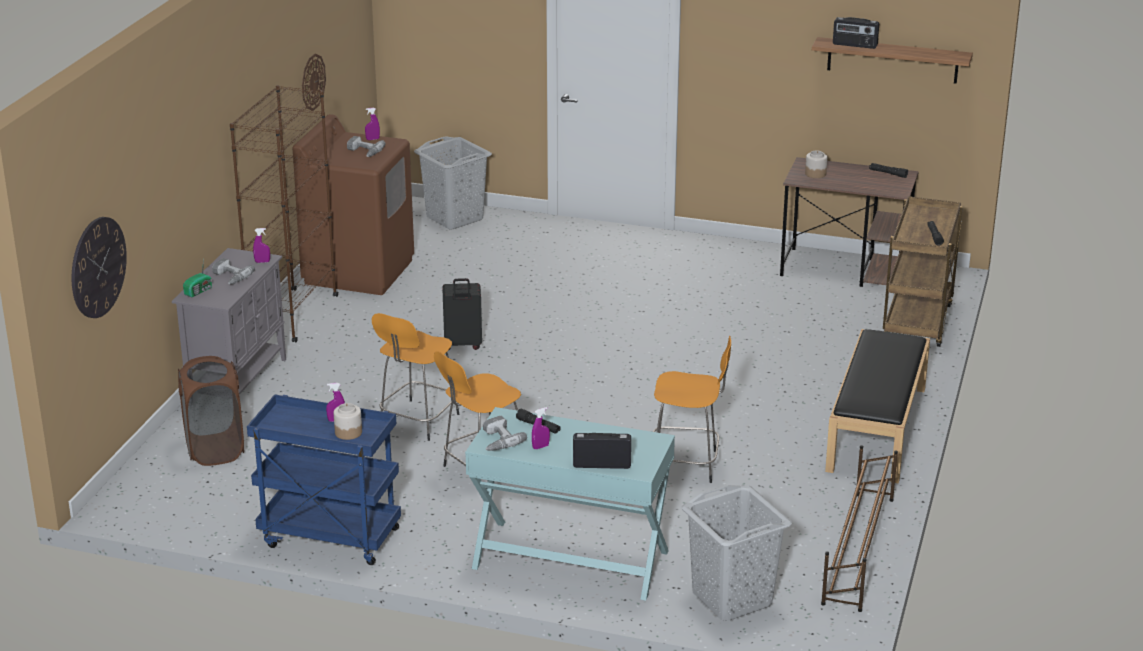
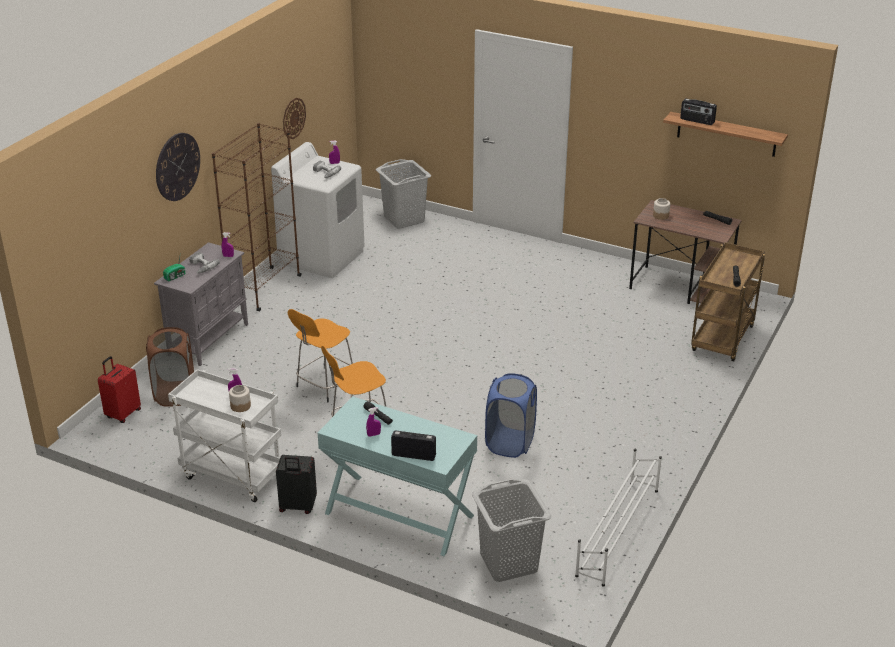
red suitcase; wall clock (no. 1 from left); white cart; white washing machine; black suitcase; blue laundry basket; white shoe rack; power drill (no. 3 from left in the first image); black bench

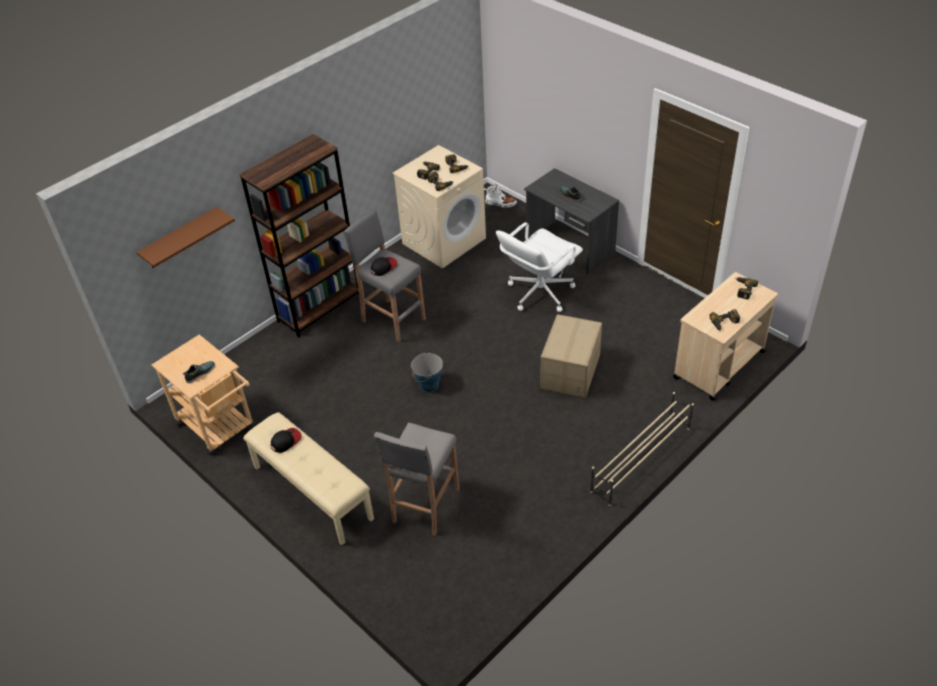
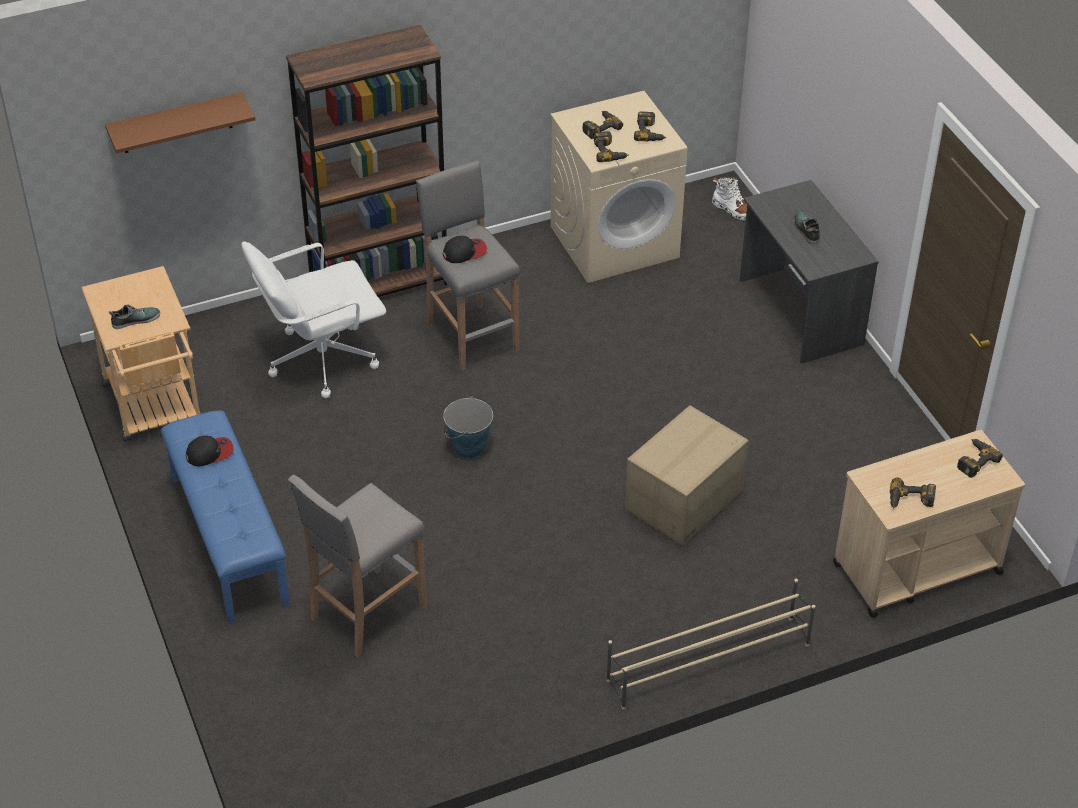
blue bench; white office chair

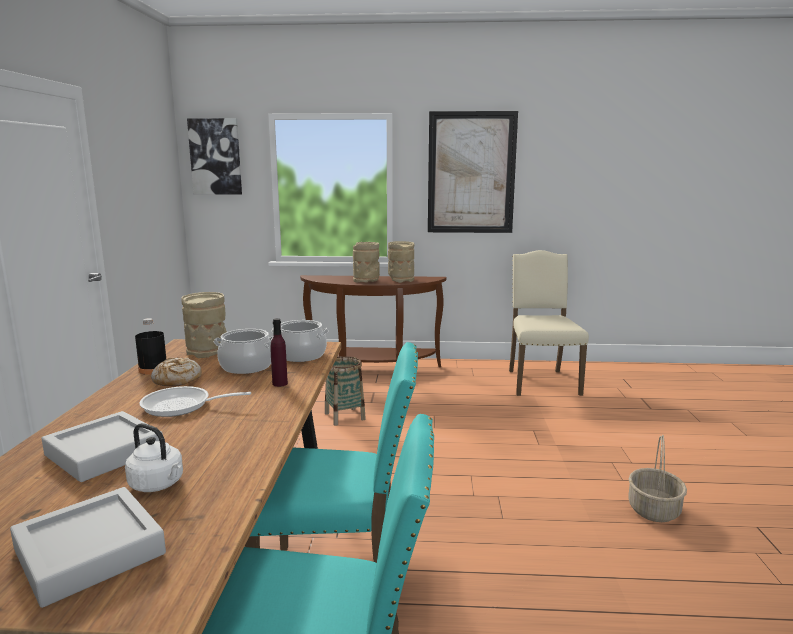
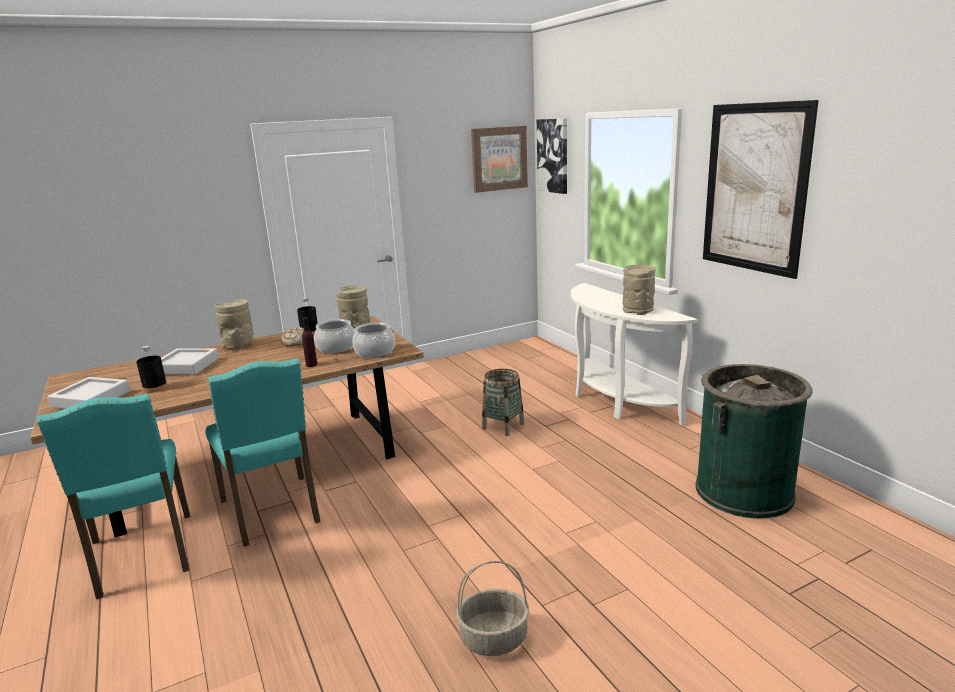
black bottle (no. 1 from left); beige vase (no. 1 from left); picture (no. 1 from left); white console table; green trash can; frying pan

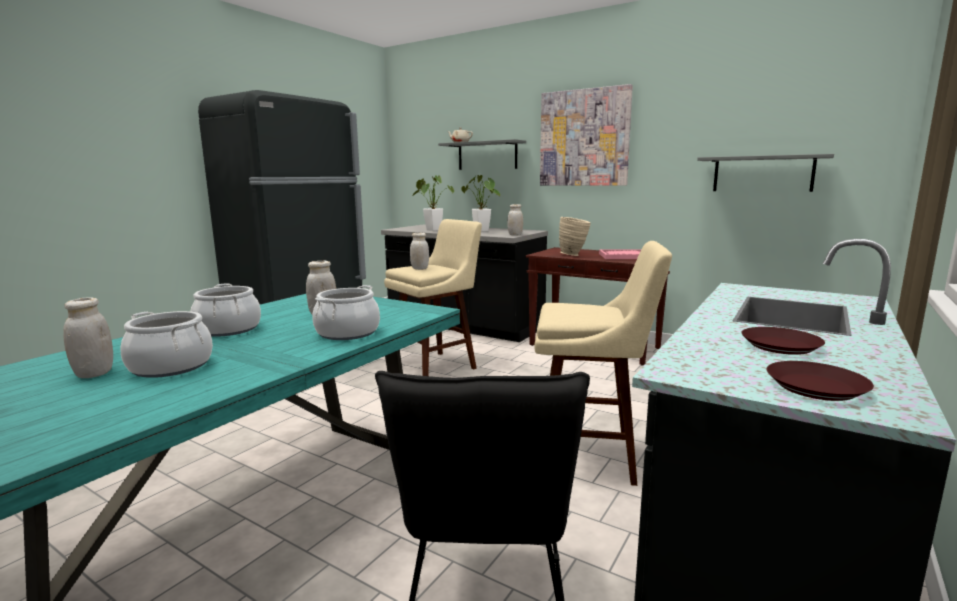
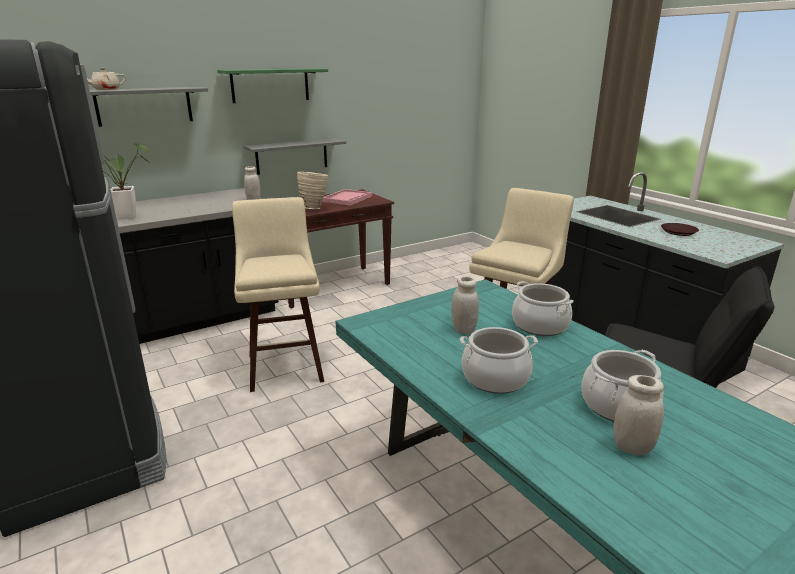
green shelf; grey shelf (no. 2 from left); white jar (no. 3 from left in the first image); potted plant (no. 2 from left in the first image); brown plate (no. 2 from left in the first image)

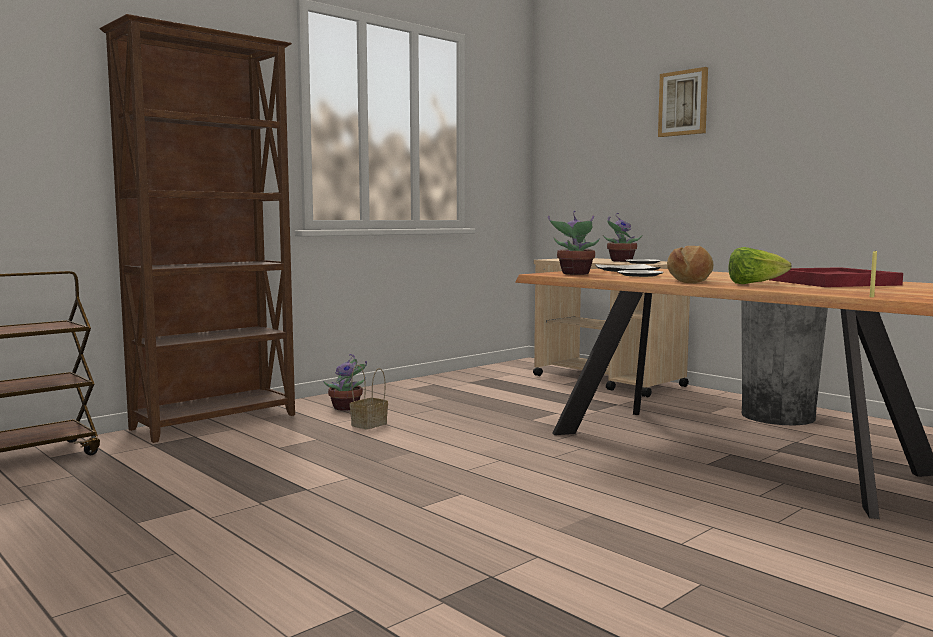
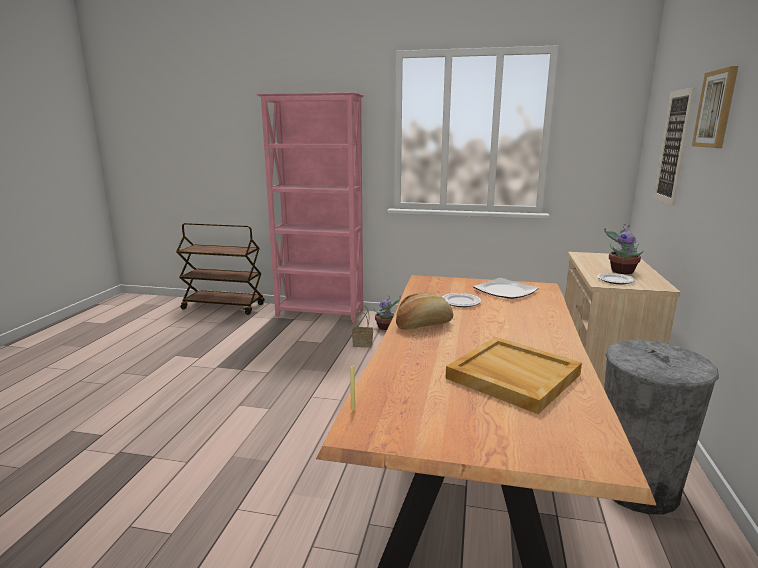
pink bookcase; beige tray; picture (no. 1 from left); potted plant (no. 2 from left in the first image); lettuce

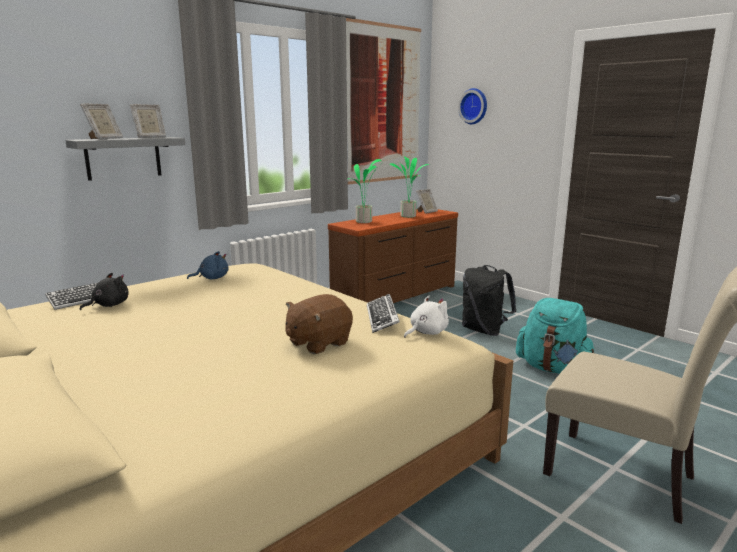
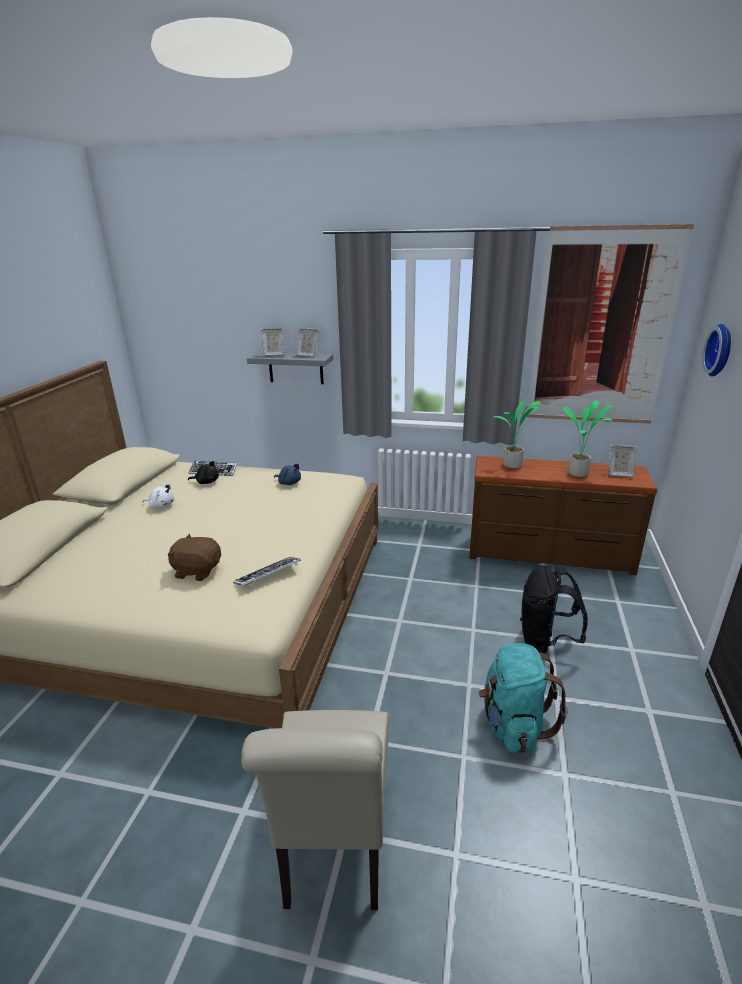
white plush toy

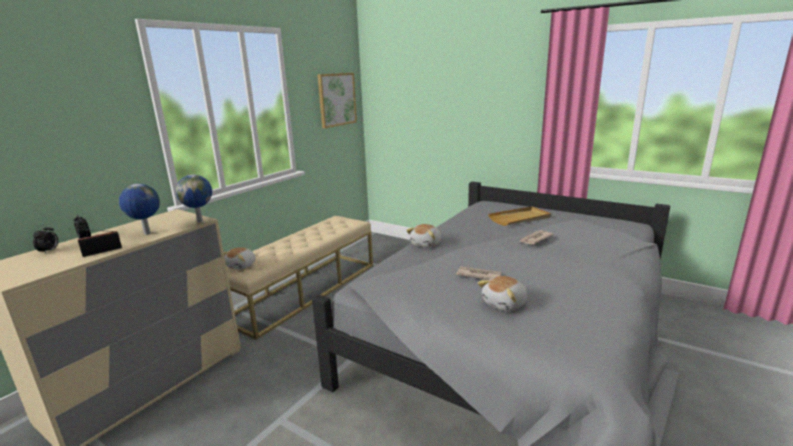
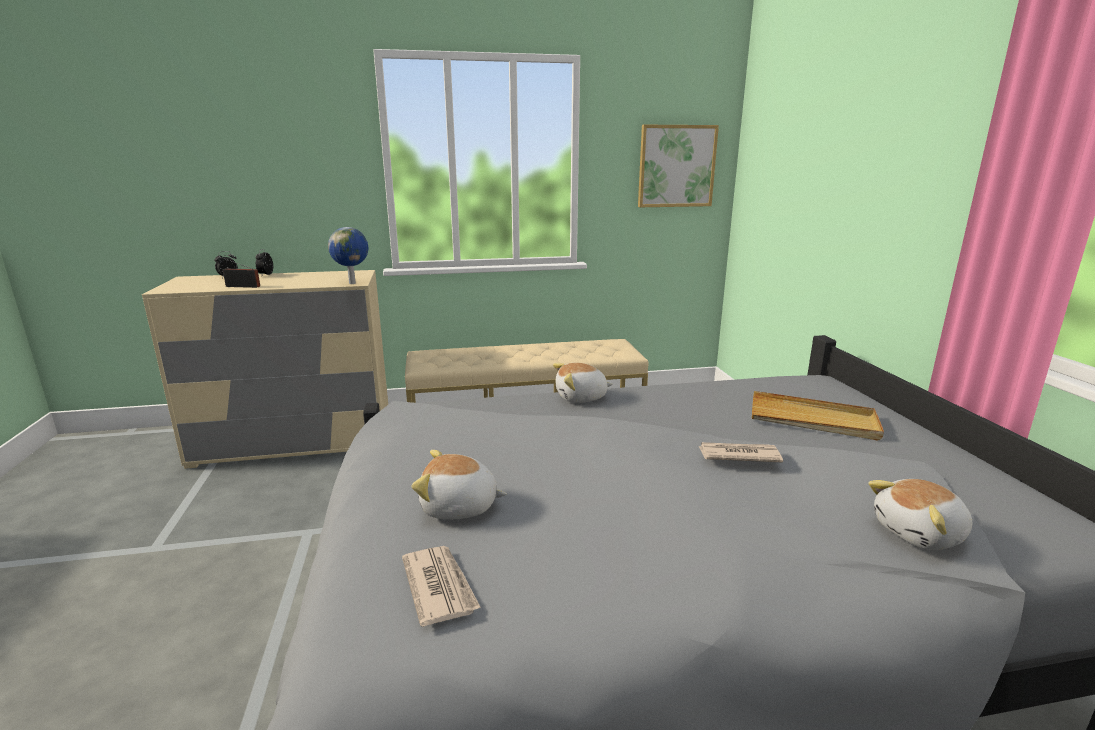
newspaper (no. 1 from left); plush toy (no. 3 from left); globe (no. 1 from left in the first image)

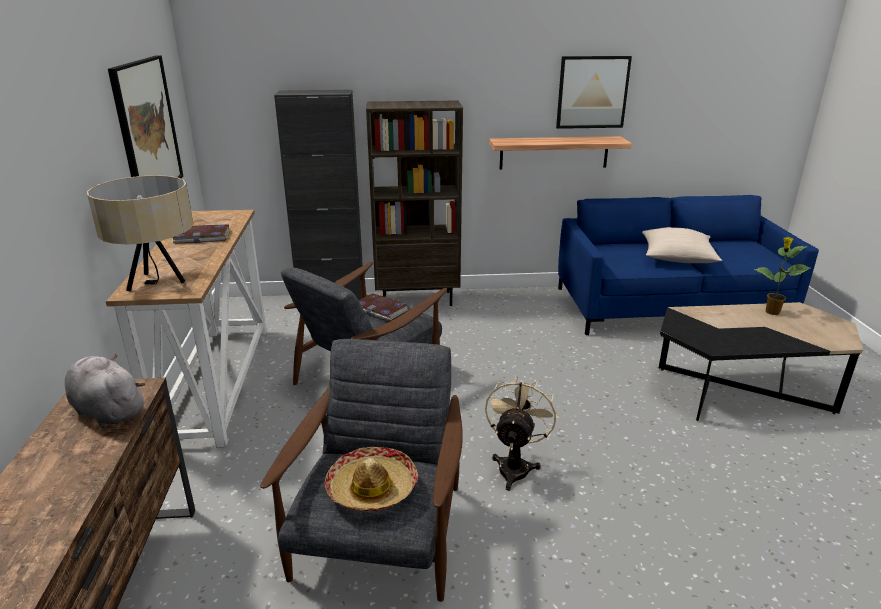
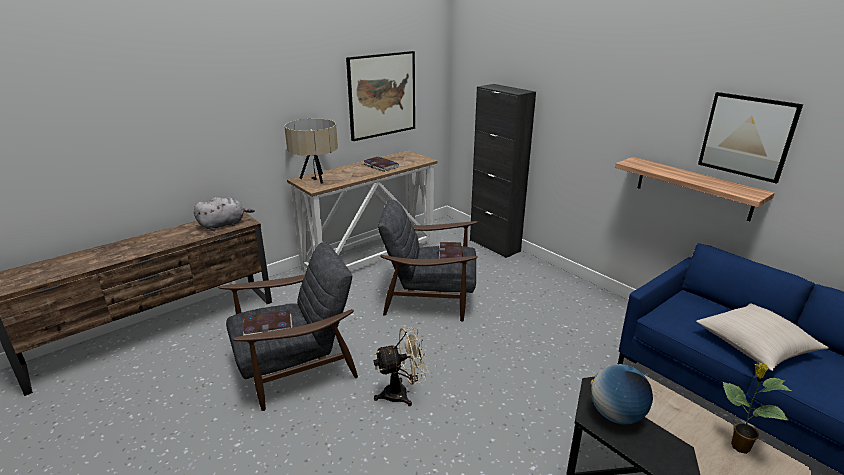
grey plush toy; book (no. 1 from left); globe; brown bookcase

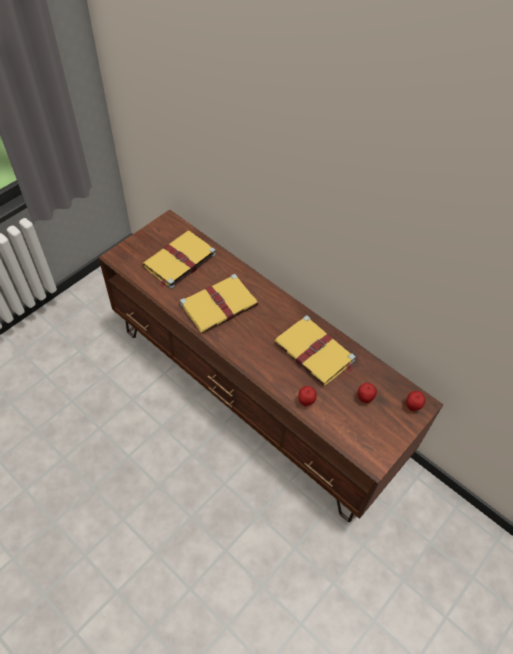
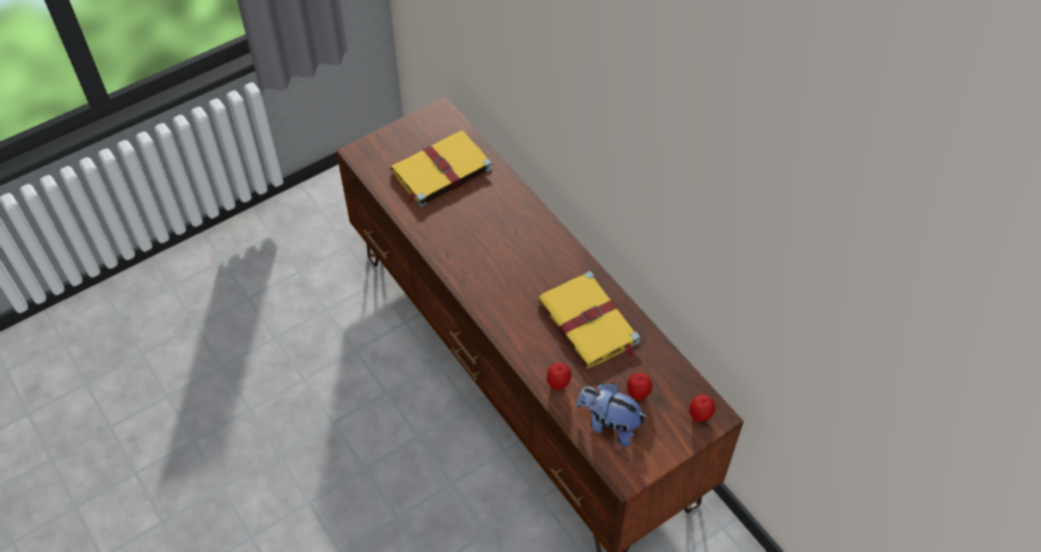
plush toy; yellow book (no. 2 from left in the first image)

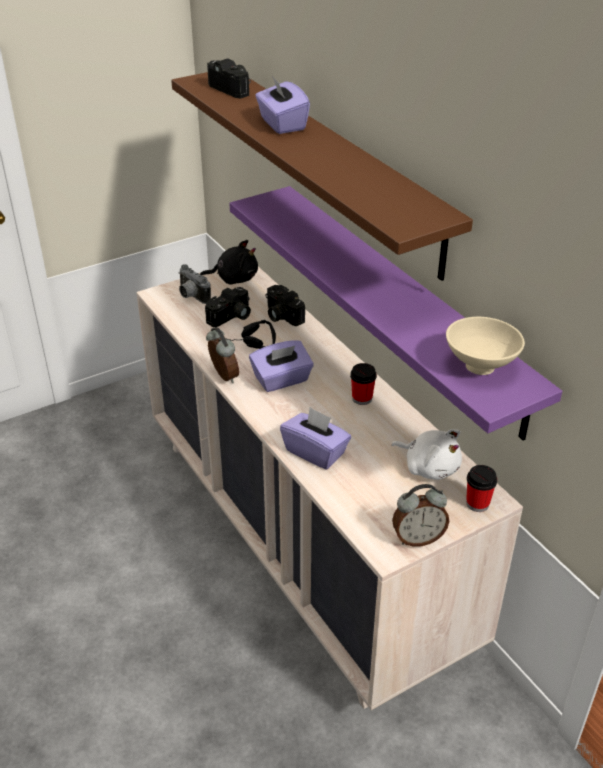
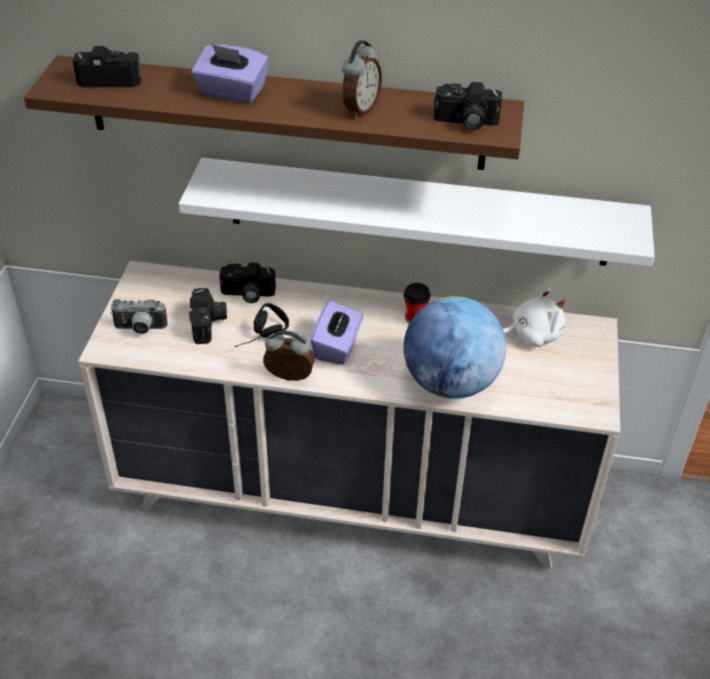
white shelf; alarm clock (no. 2 from left); globe; photo camera (no. 5 from left); black plush toy; beige bowl; cup (no. 2 from left in the first image)

